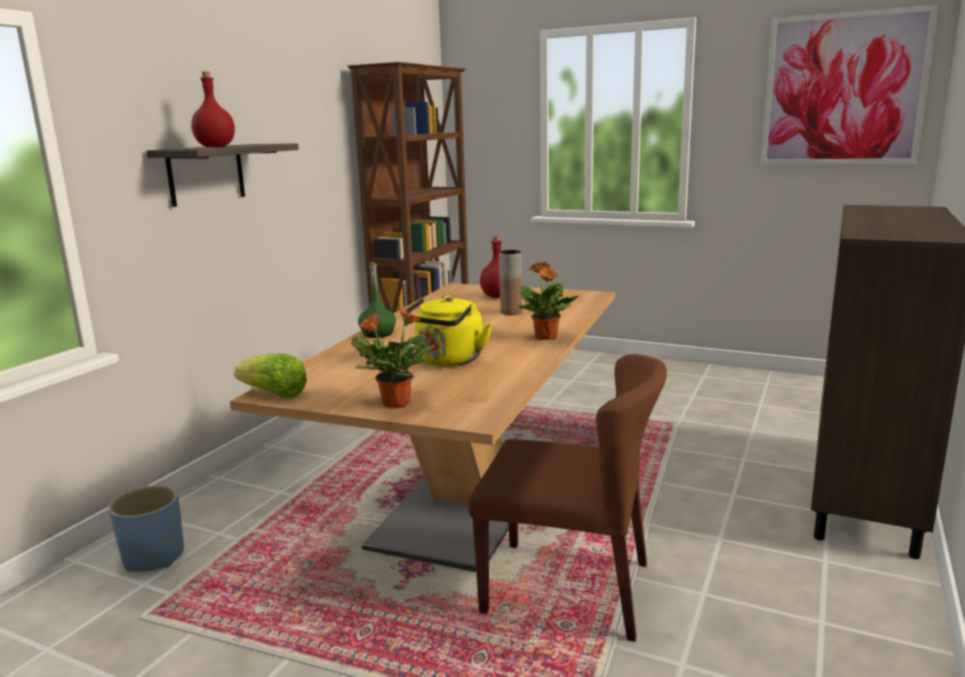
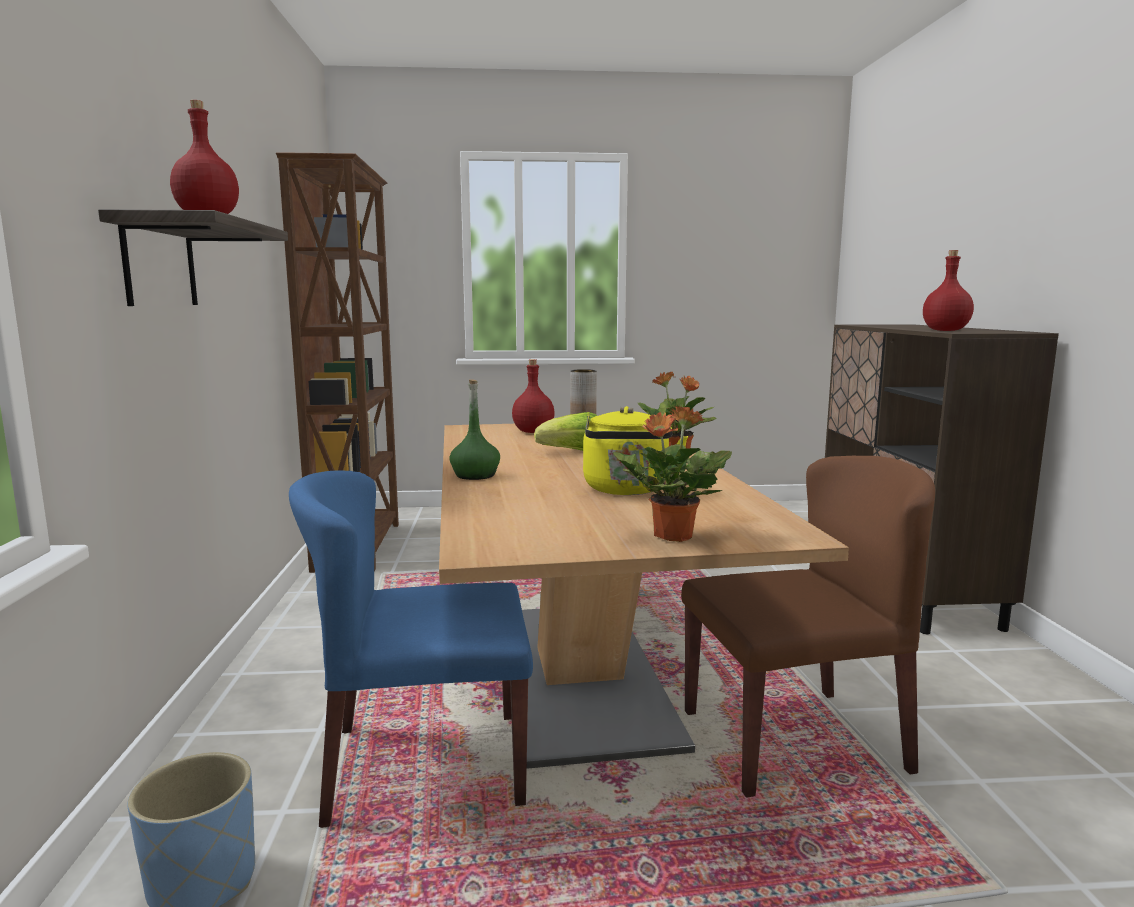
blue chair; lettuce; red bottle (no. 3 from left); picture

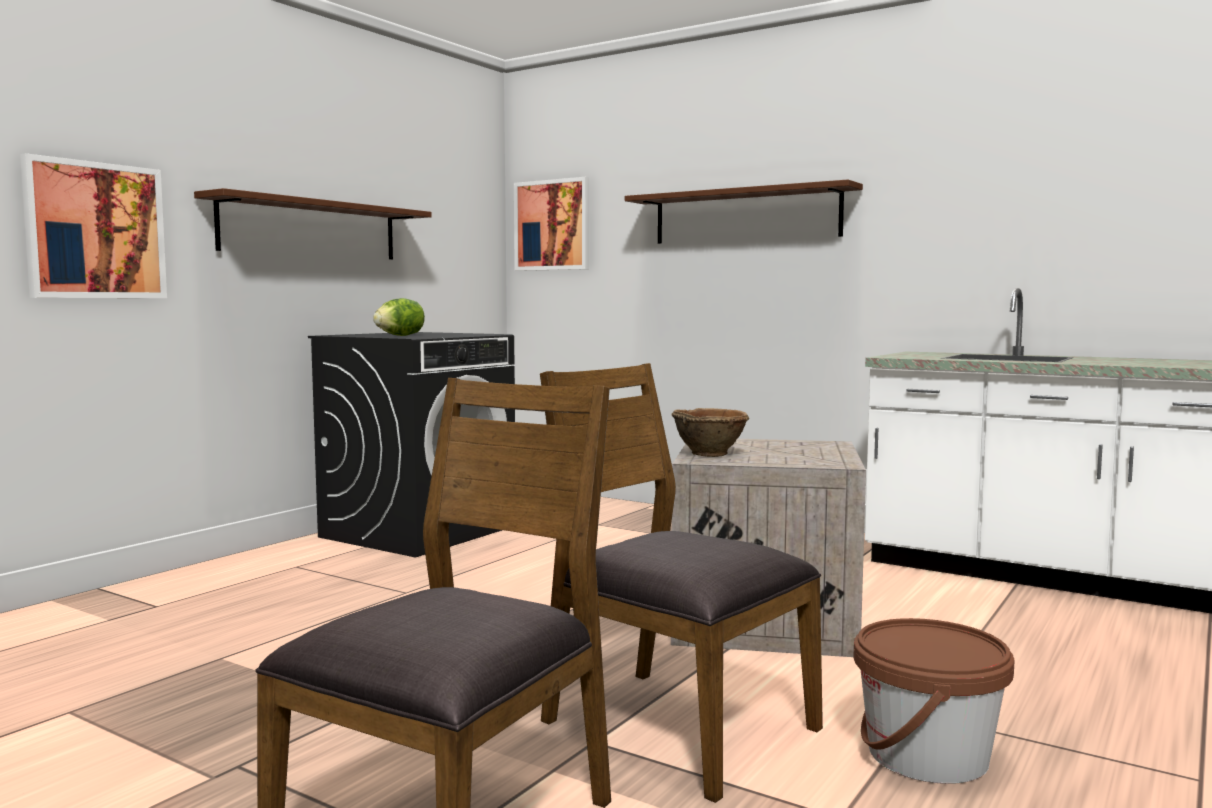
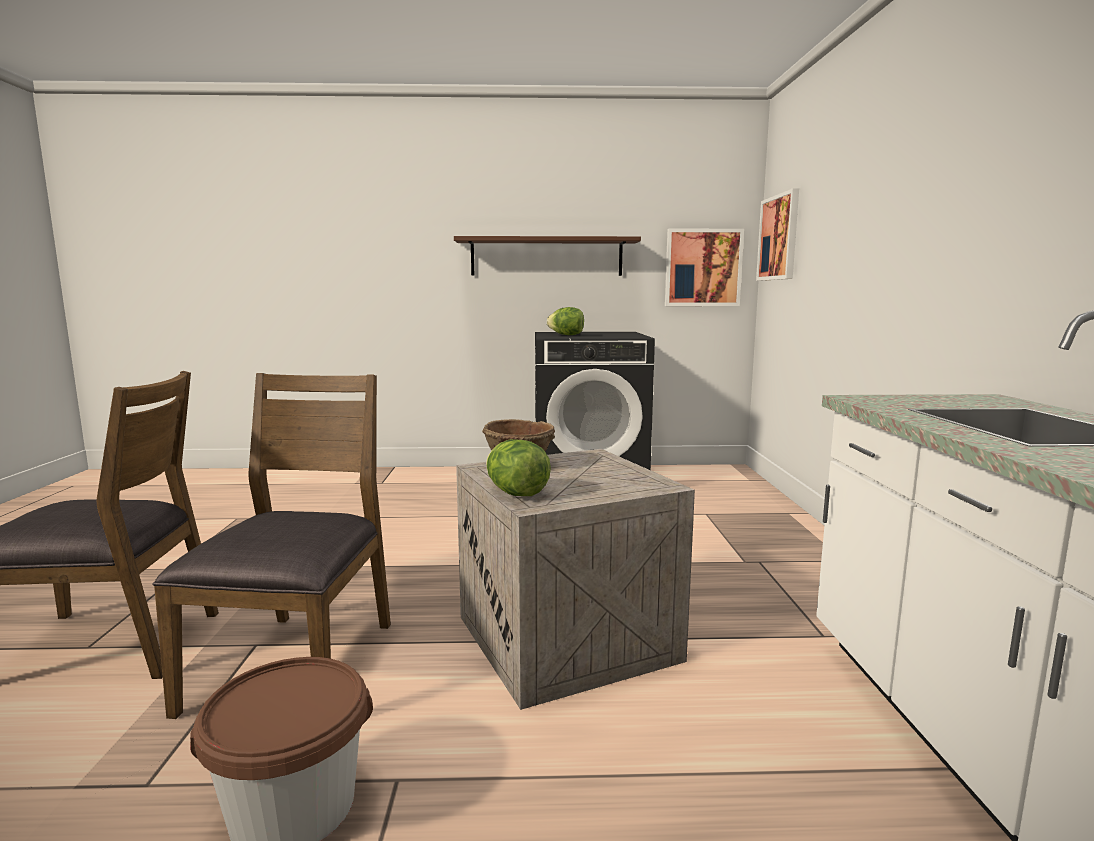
lettuce (no. 1 from left); picture (no. 1 from left); brown shelf (no. 2 from left in the first image)

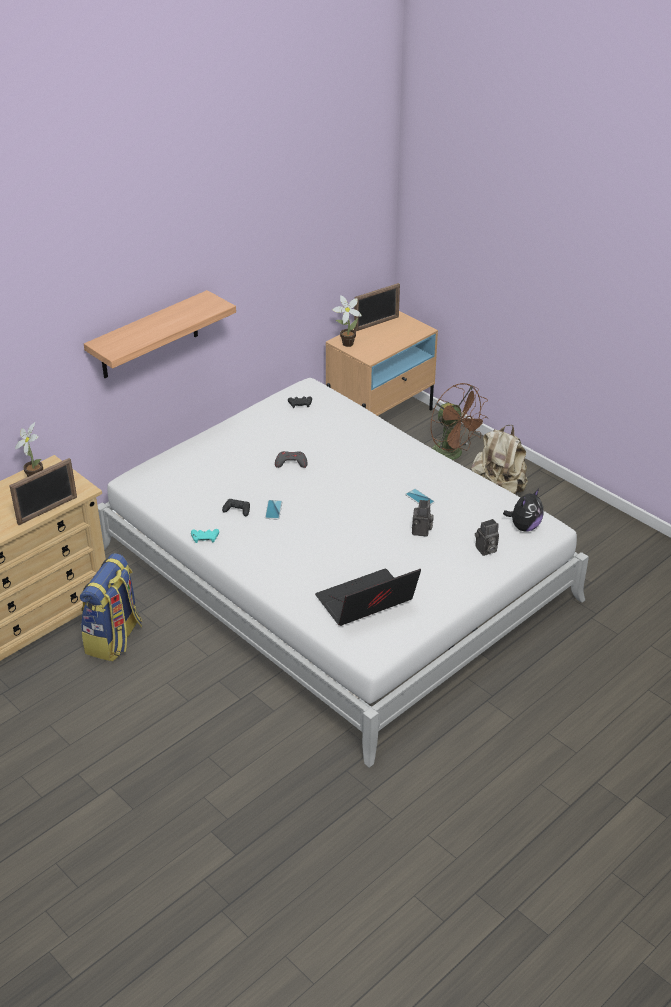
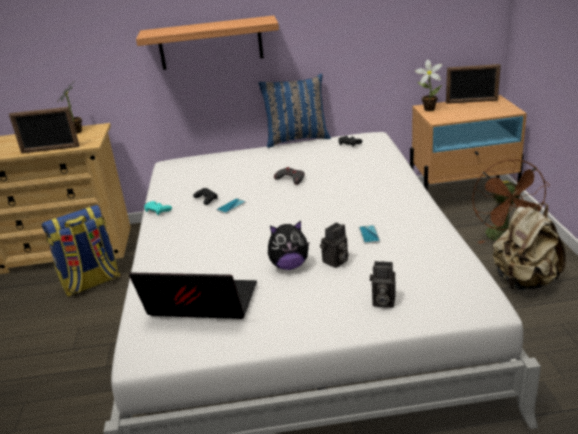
blue pillow; plush toy

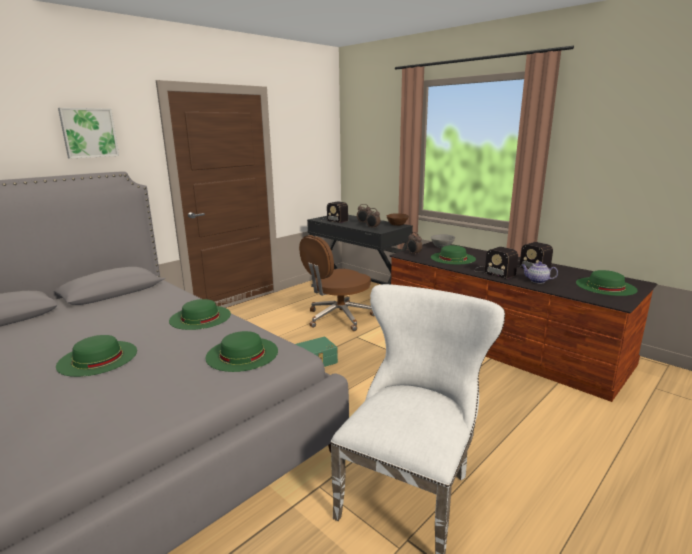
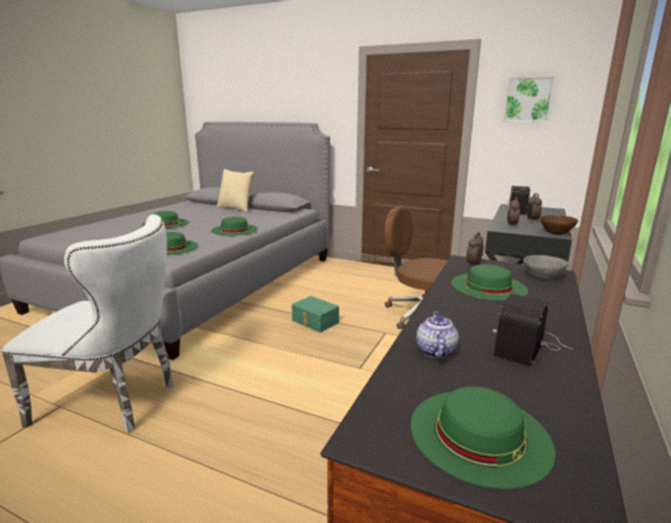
pillow; picture; radio (no. 2 from left in the first image)

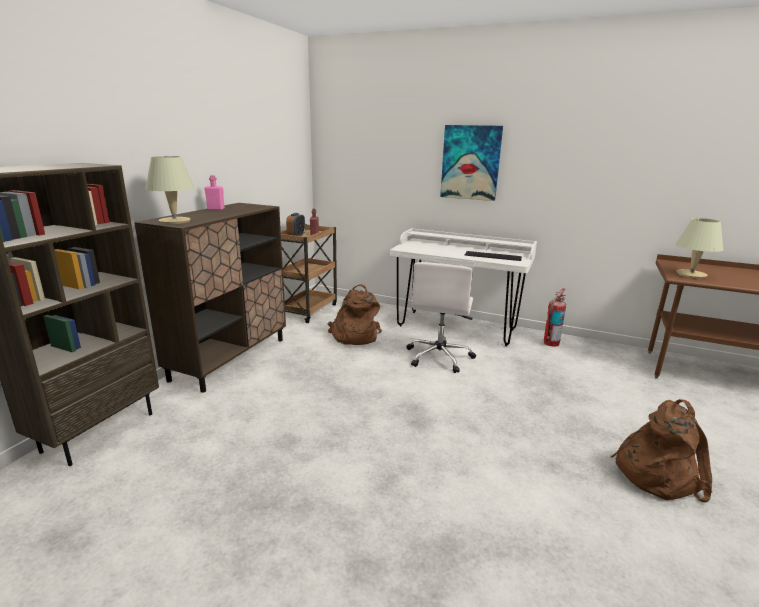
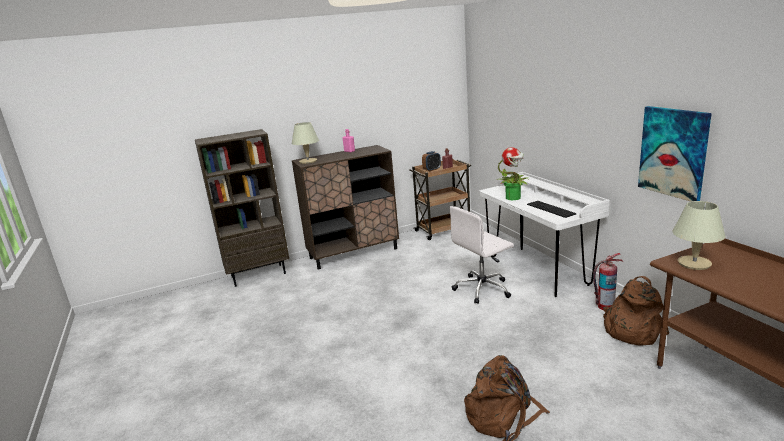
potted plant; brown backpack (no. 2 from left); picture

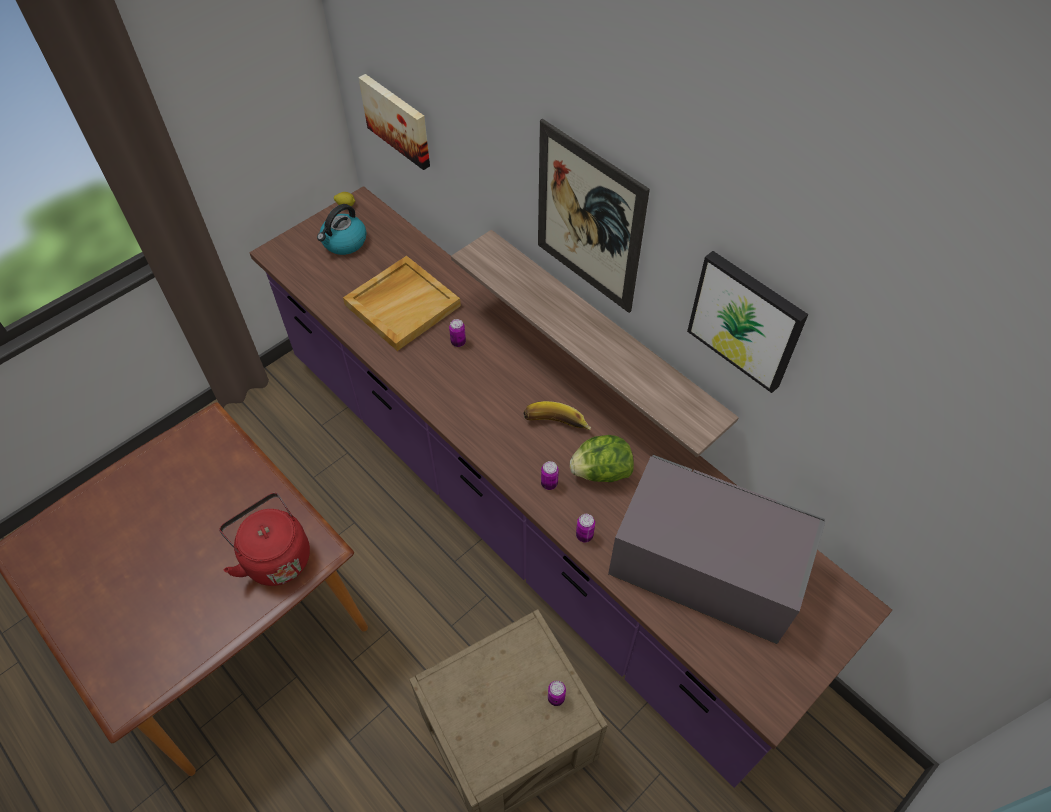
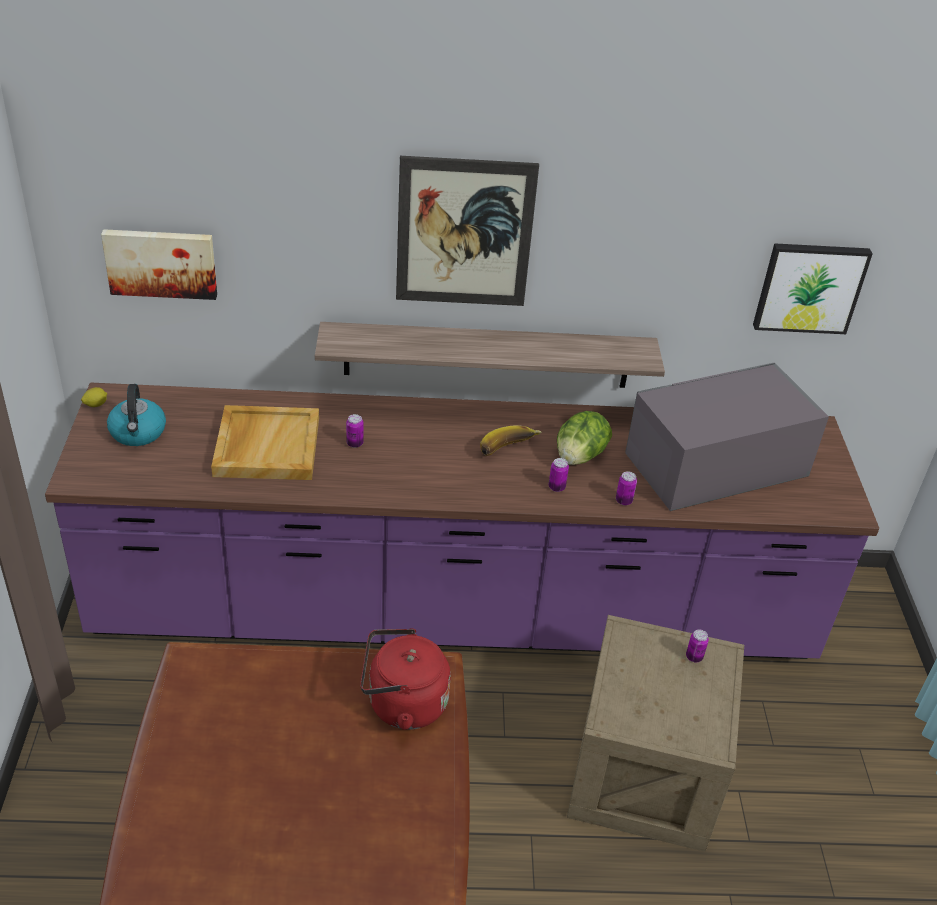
picture (no. 3 from left)

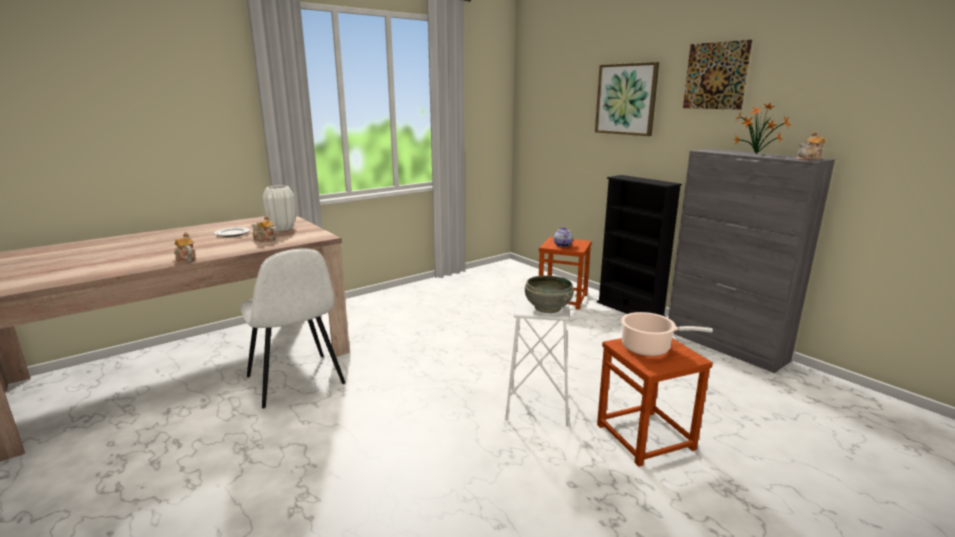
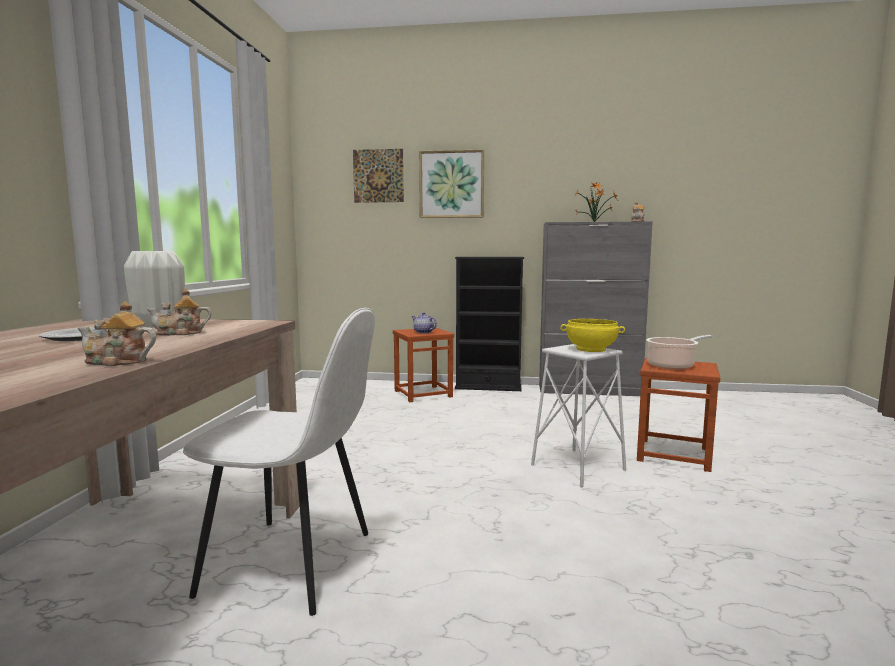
picture (no. 1 from left); yellow bowl

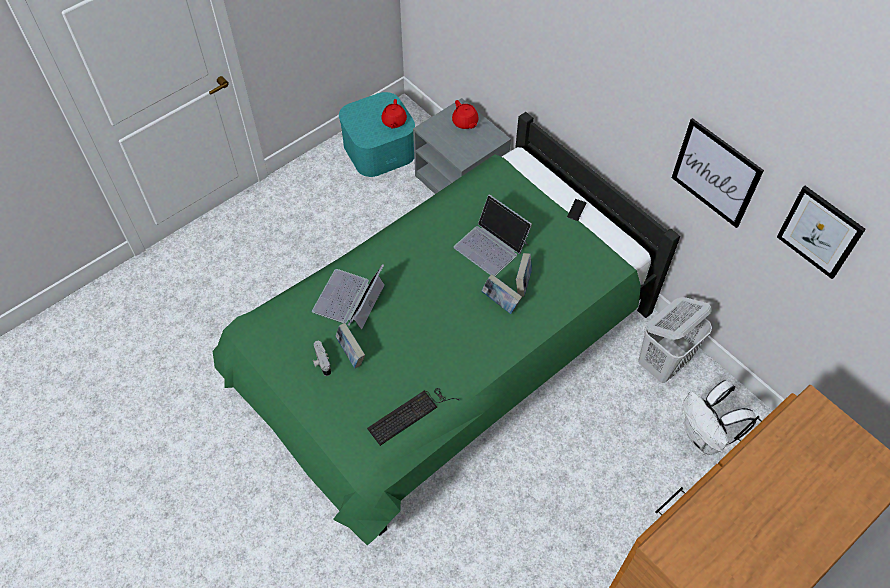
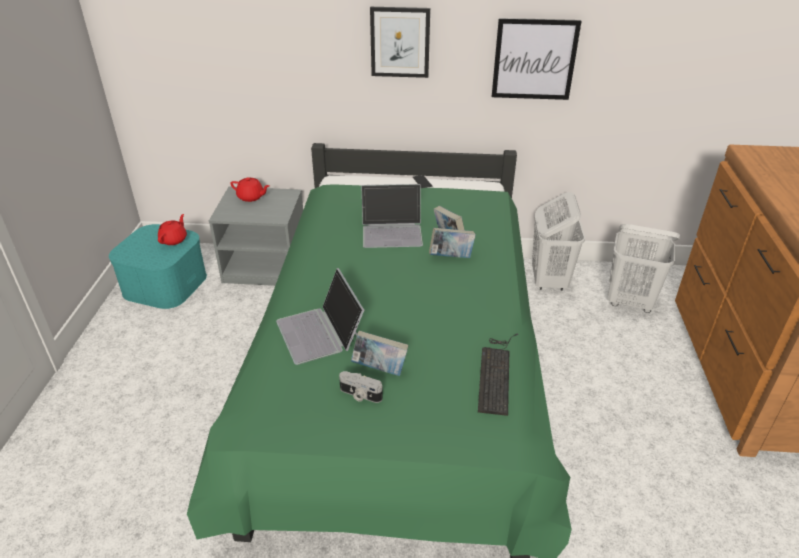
red teapot (no. 1 from left); picture (no. 1 from left); white laundry basket (no. 2 from left)

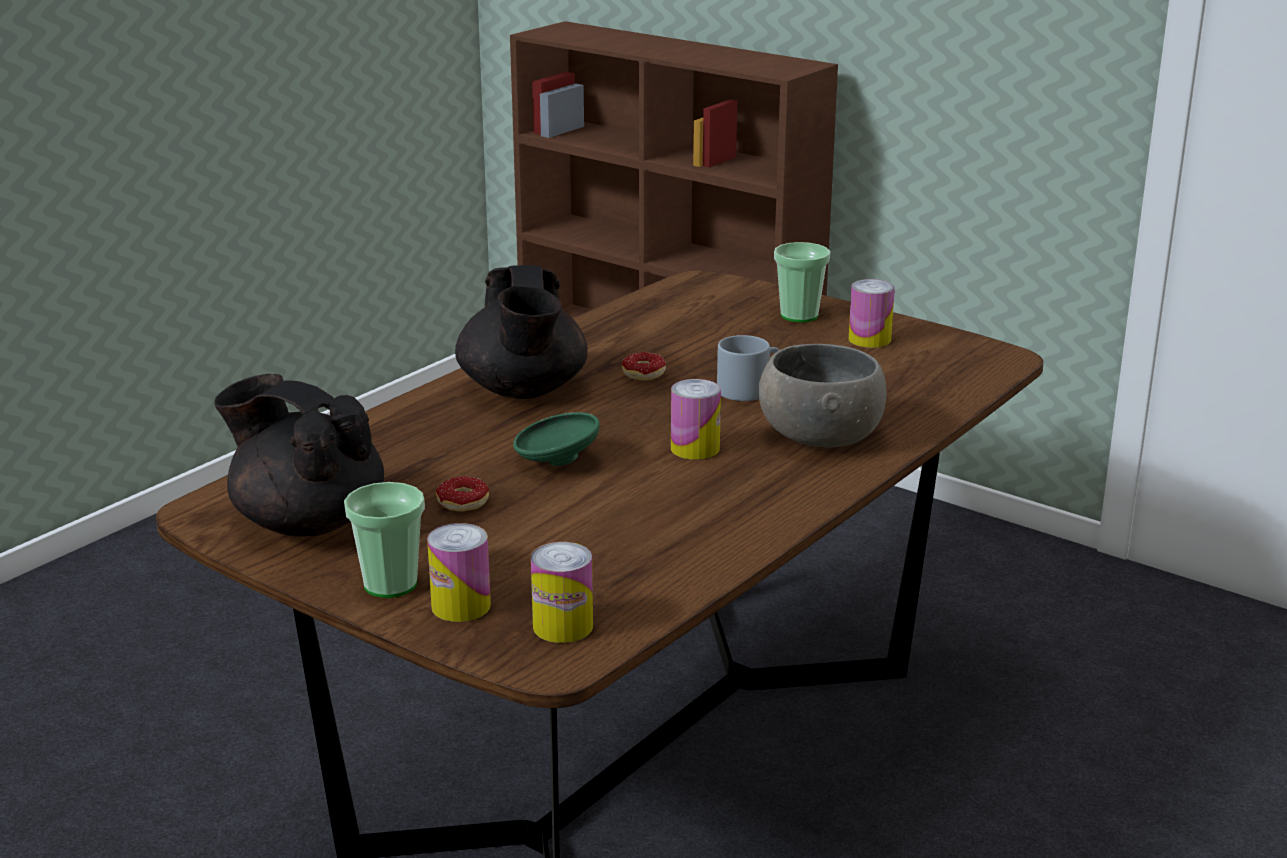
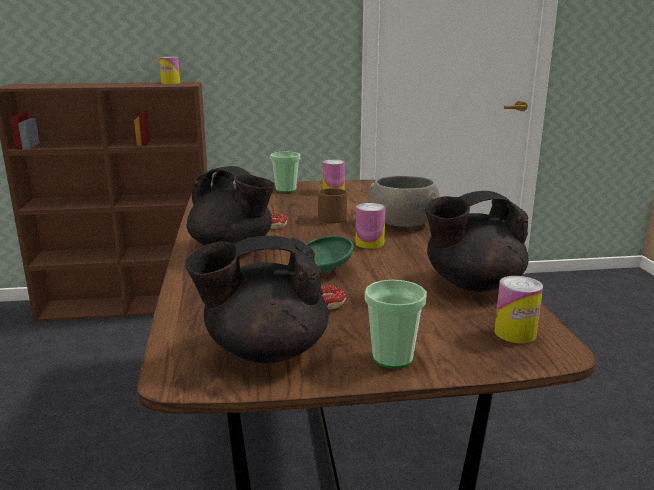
can (no. 1 from left); brown mug; black teapot (no. 3 from left)

